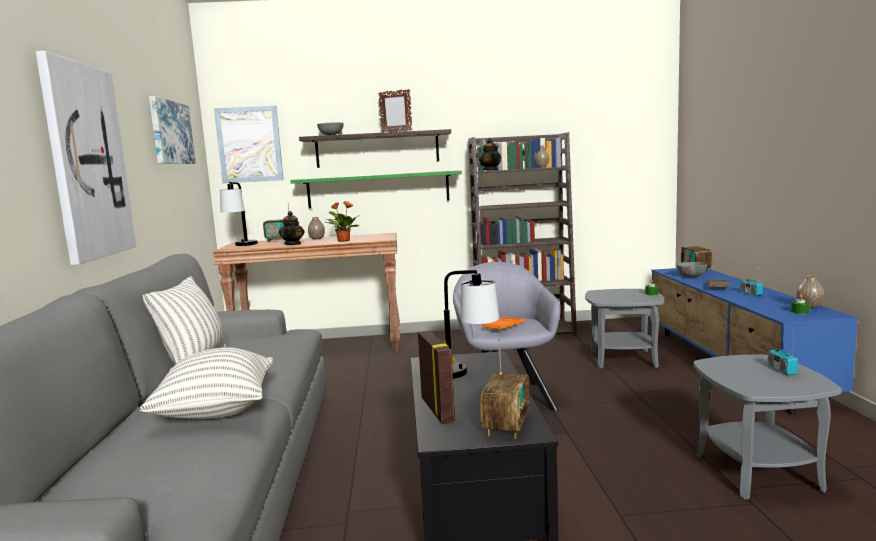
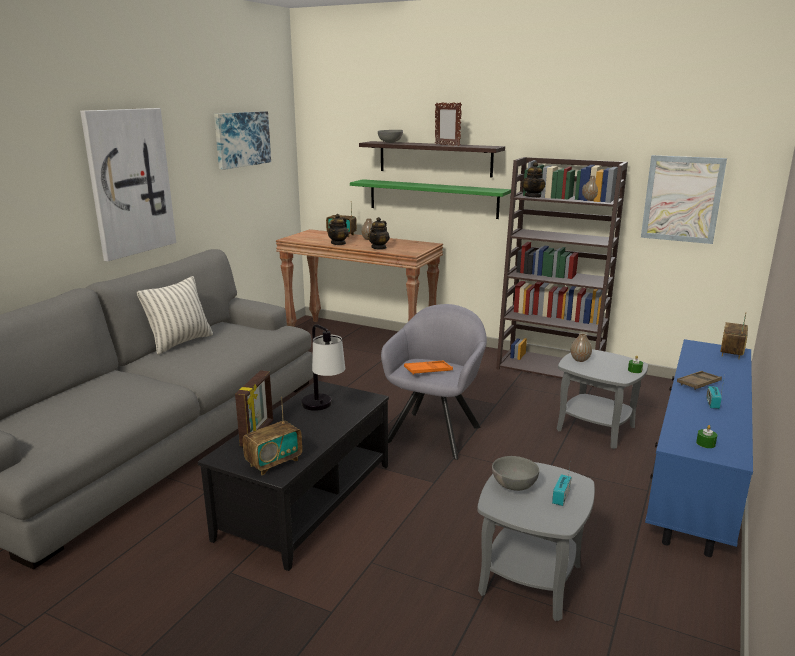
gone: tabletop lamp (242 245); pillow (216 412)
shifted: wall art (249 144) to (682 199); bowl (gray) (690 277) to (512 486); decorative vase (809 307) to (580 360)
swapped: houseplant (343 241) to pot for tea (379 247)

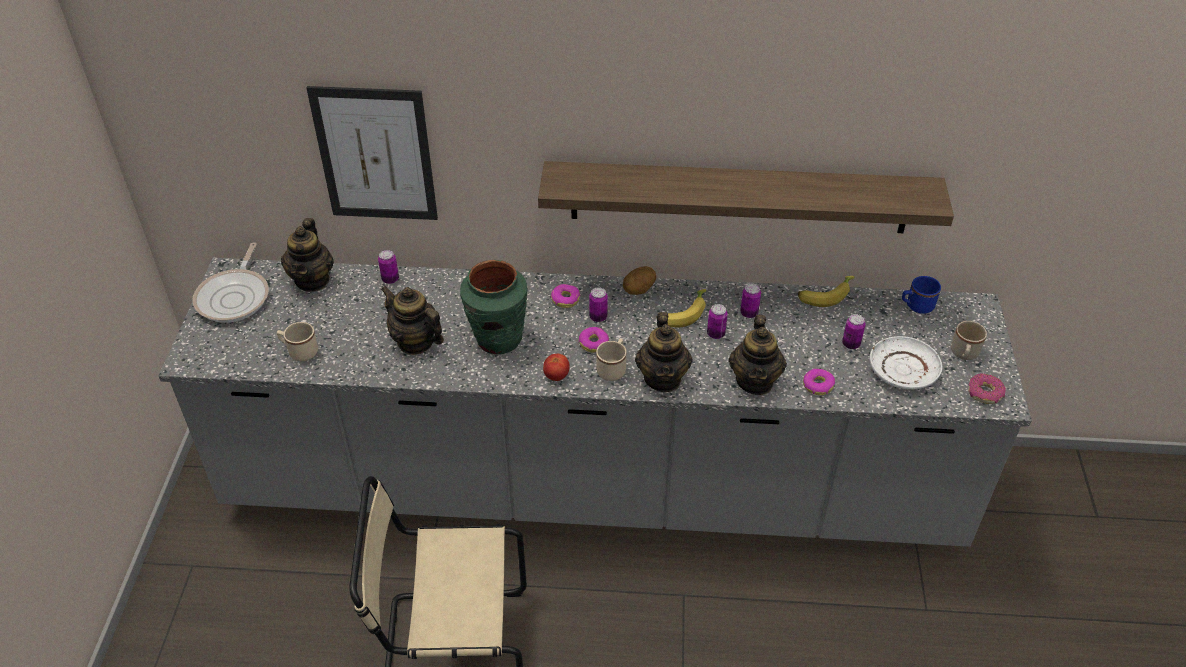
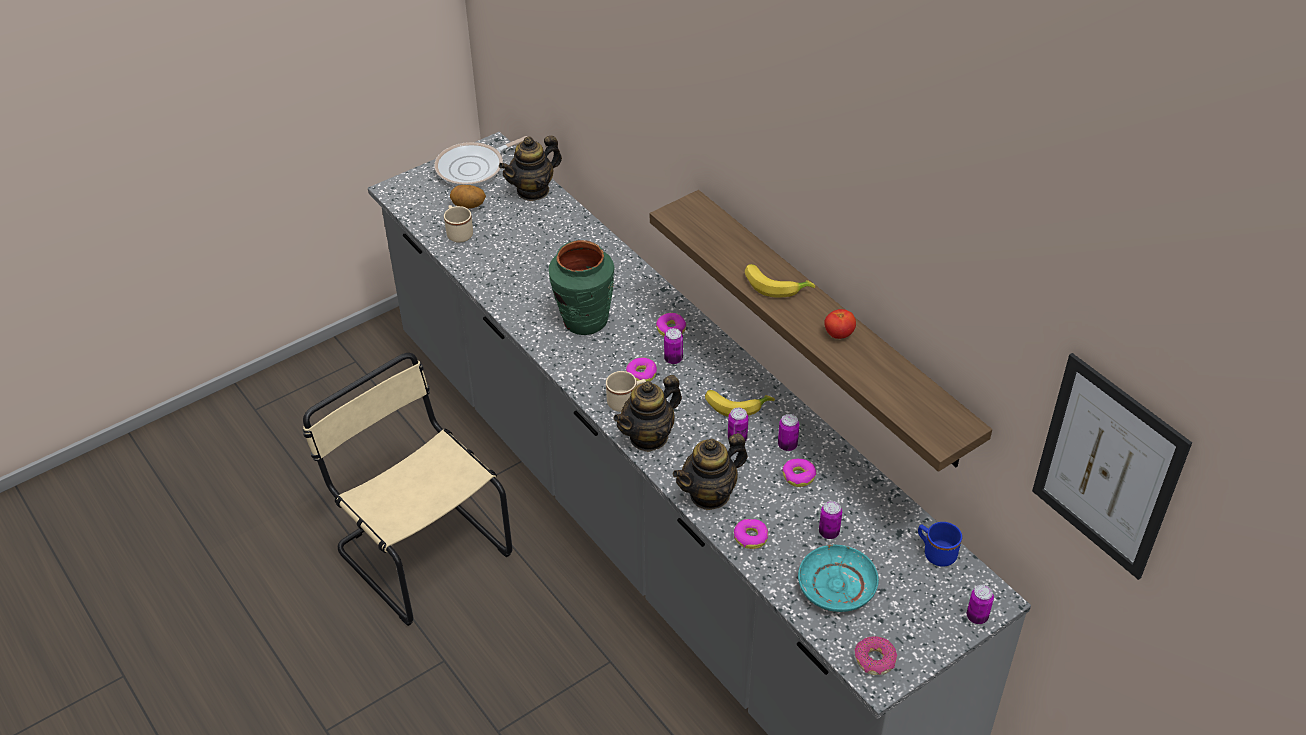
gone: pot for tea (415 342); coffee mug (sand-coloured) (964 354)
new: ring doughnut (799 476)
shifted: wall art (375 155) to (1107 467); metal can (390 279) to (977 617); potato (639 290) to (468 206); whole banana (825 295) to (776 285); fresh tomato (556 376) to (838 334)
repainted: plate (white-coloured) (903 371) to plate (blue-green) (836 586)

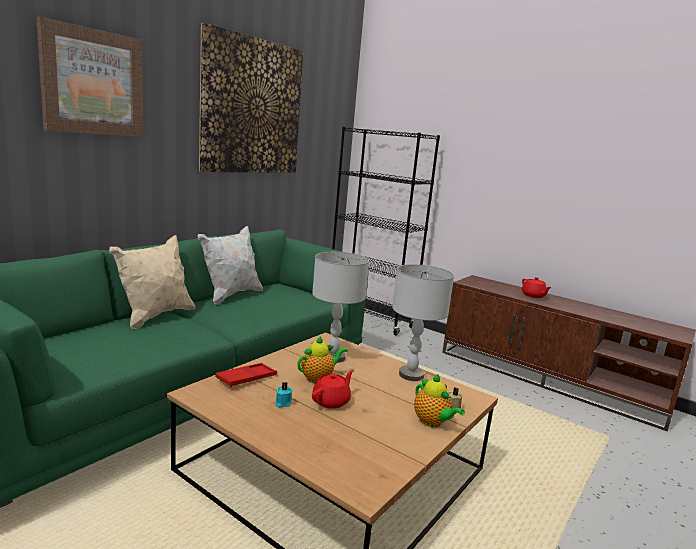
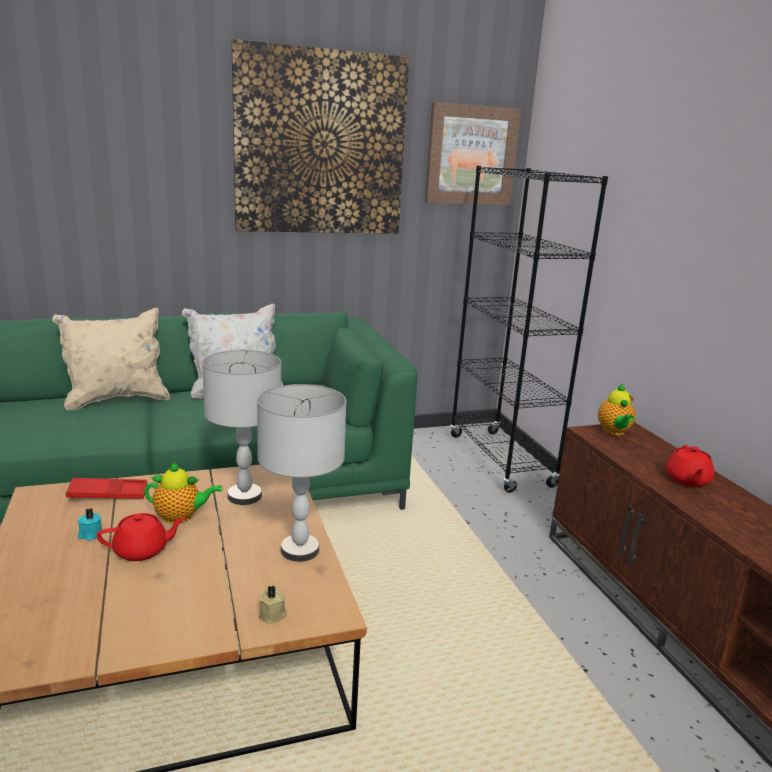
shifted: wall art (93 83) to (471 155); pot for tea (432 422) to (614 431)

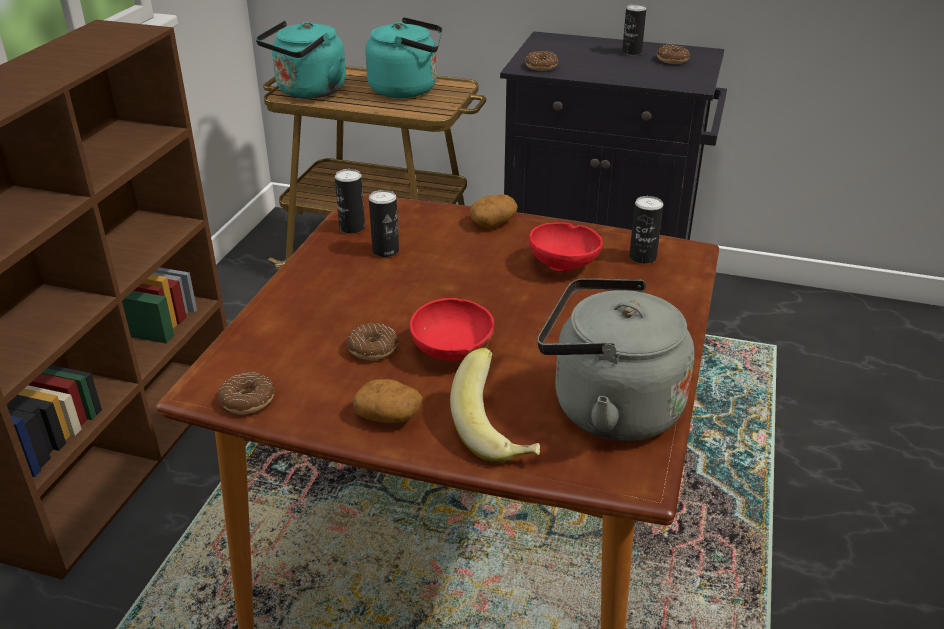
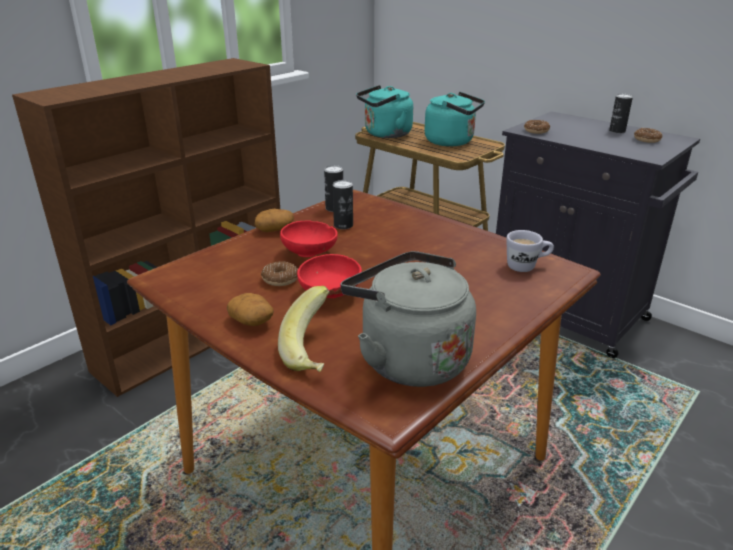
gone: ring doughnut (247 400)
shifted: potato (493 222) to (275 229); bowl (reddish) (565 265) to (311 254)
swapped: metal can (642 257) to coffee mug (white-coloured) (527 266)

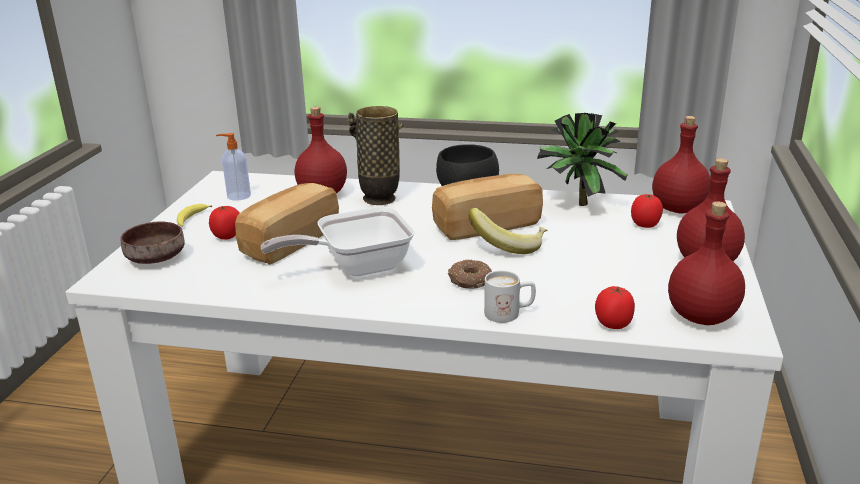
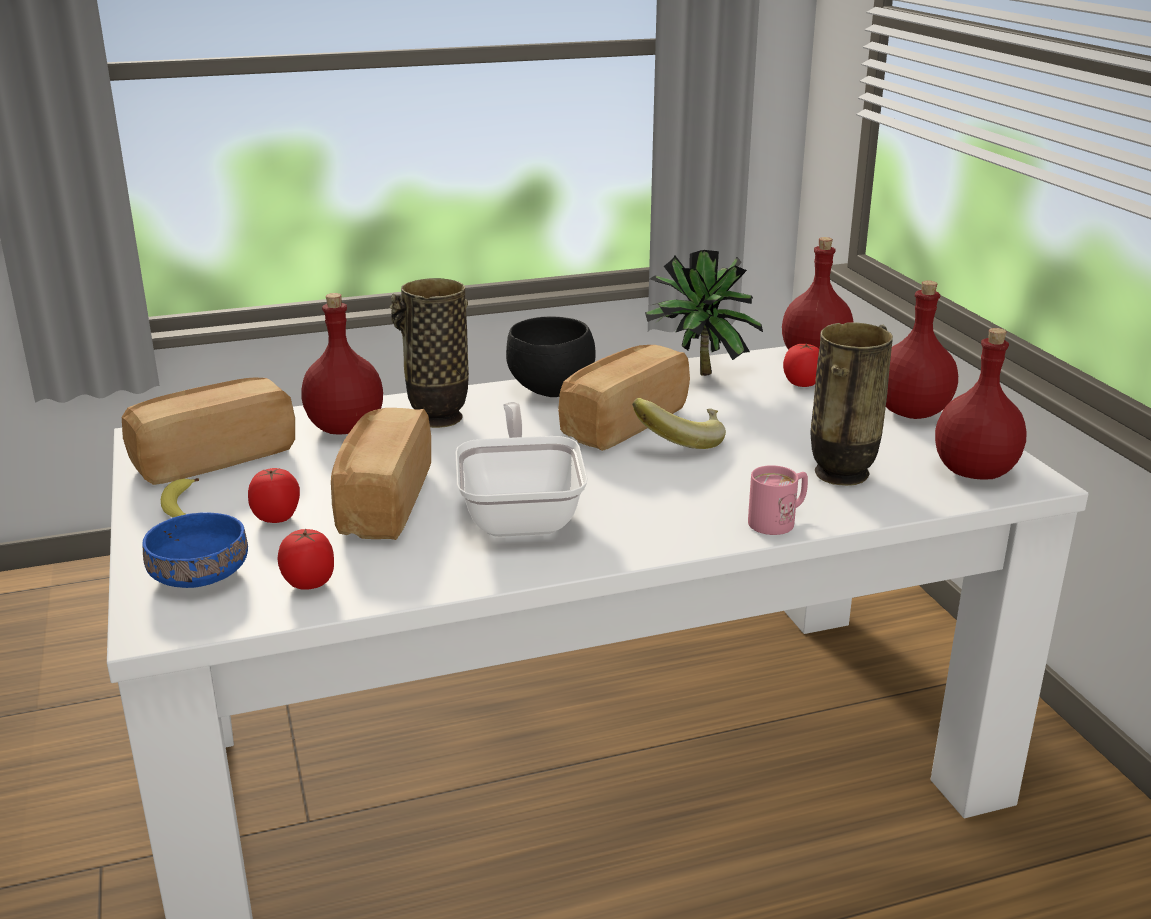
gone: ring doughnut (469 281)
new: decorative vase (842 474)
shifted: fresh tomato (613 324) to (309 583)
swapped: soap dispenser (238 196) to bread (213 457)
repainted: bowl (brown) (156 257) to bowl (blue) (199 573); coffee mug (white-coloured) (509 313) to coffee mug (pinkish) (779 521)
rotated: frying pan (356 267) = (521 513) 135 degrees clockwise

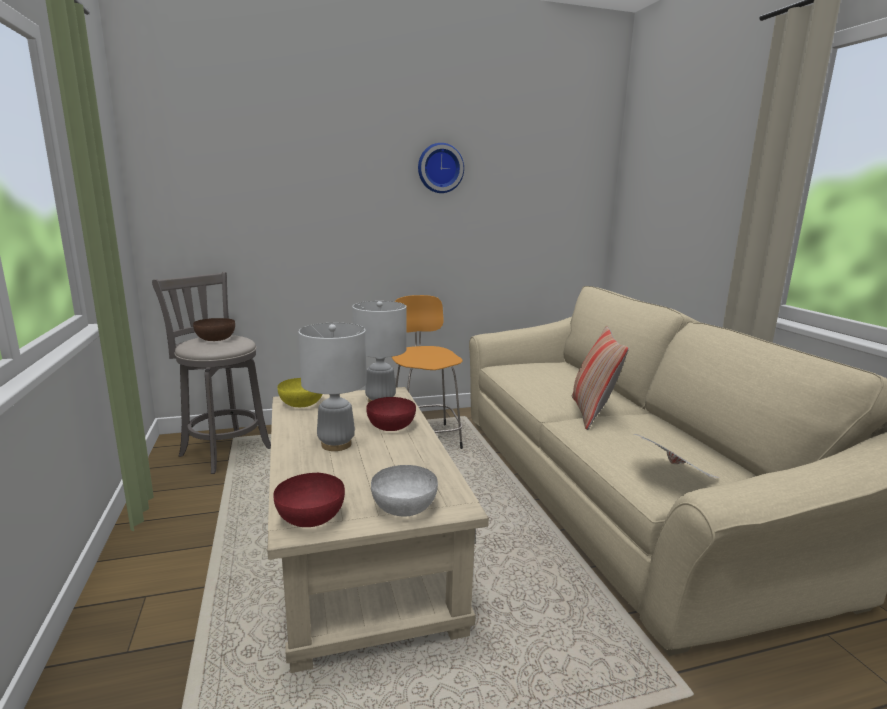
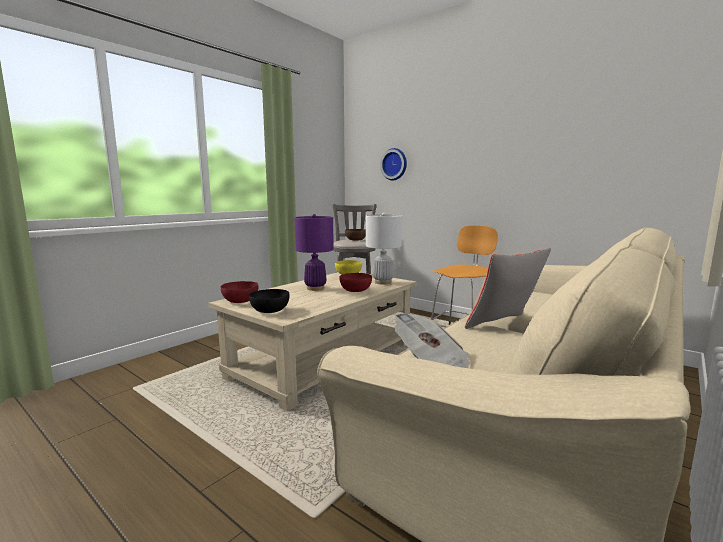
shifted: clock on the wall (440 168) to (395 164)
repainted: tabletop lamp (white-coloured) (336 444) to tabletop lamp (purplish) (315 288); bowl (white-coloured) (405 507) to bowl (blackish) (270 311)

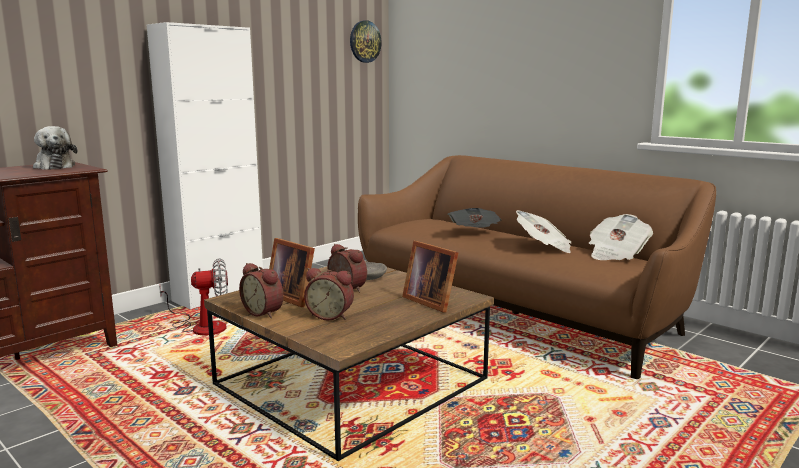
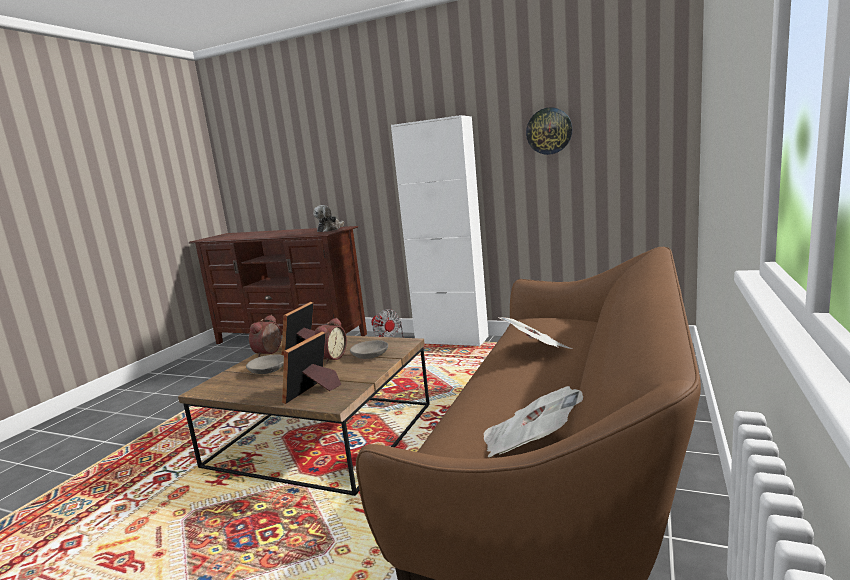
gone: printed paper (544 247)
shifted: clock on the wall (365 41) to (549 131)
swapped: bedside clock (330 315) to bowl (gray) (267 370)

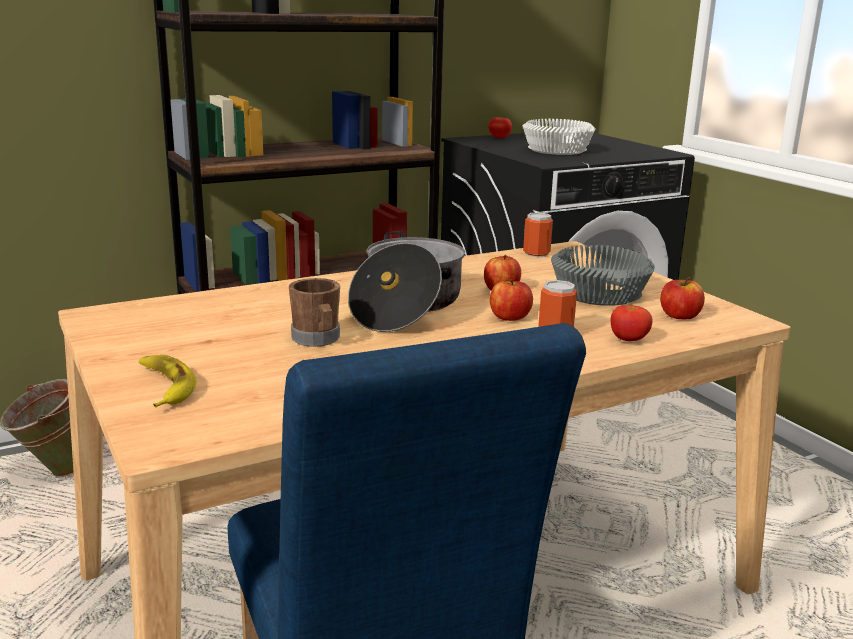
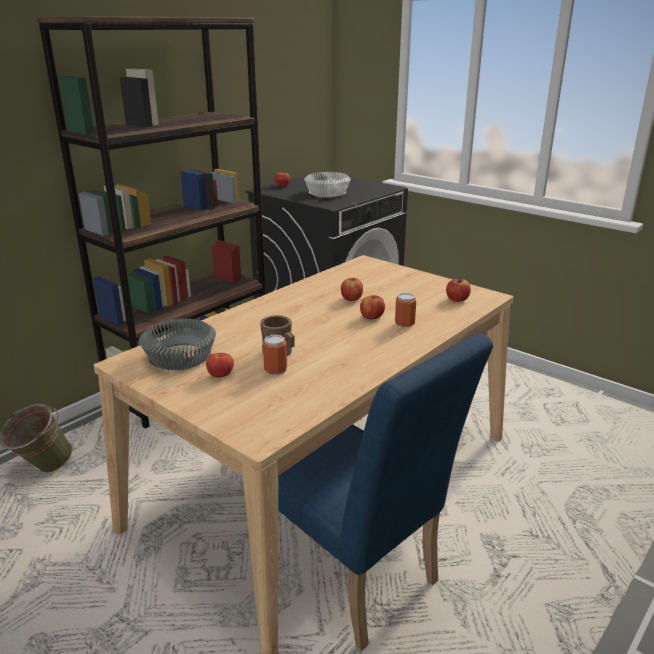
gone: saucepot (407 306); whole banana (164 386)
shifted: metal can (536 254) to (275 370); bowl (gray) (601 293) to (181 356); fresh tomato (629 340) to (220 376)

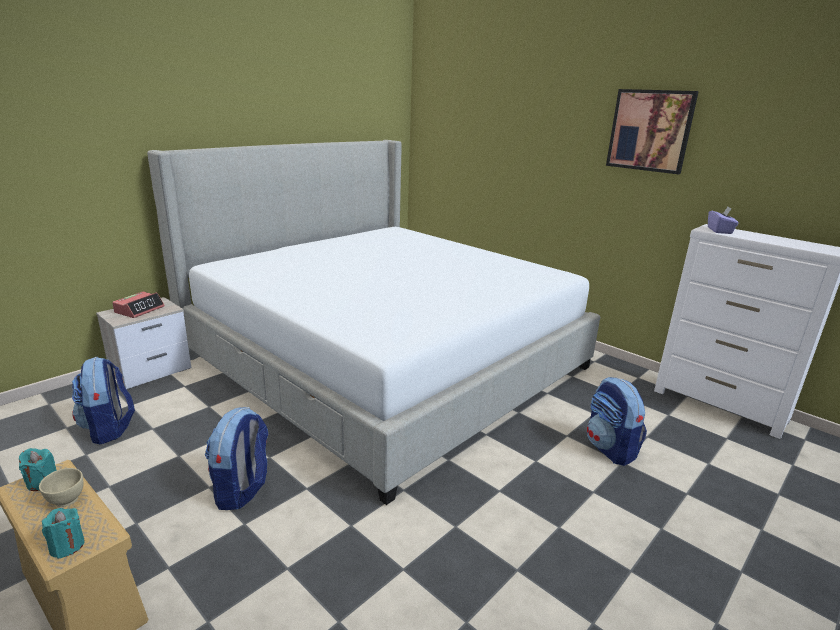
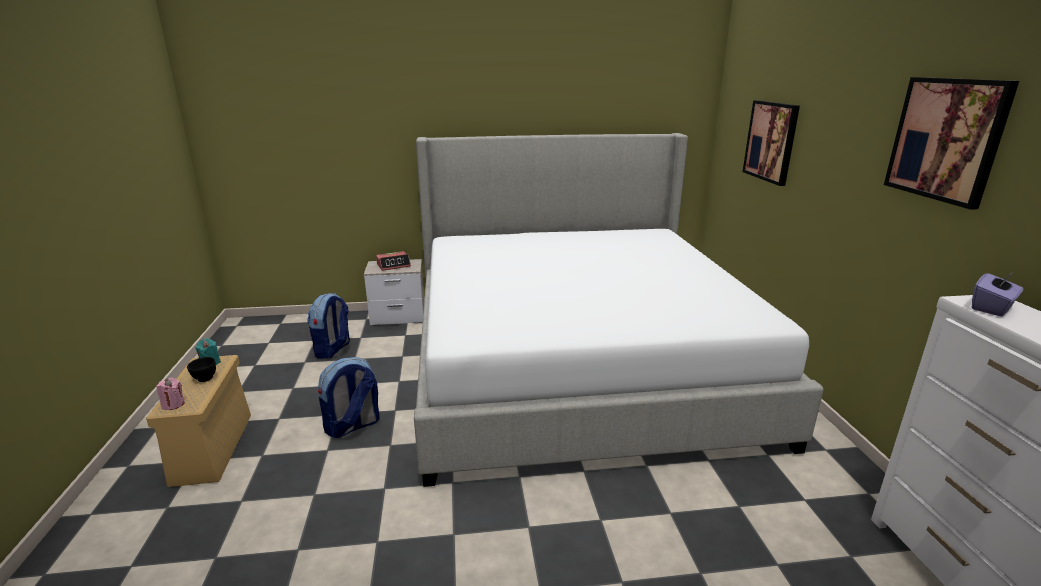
gone: rucksack (610 449)
new: wall art (771 141)
repainted: bowl (sand-coloured) (66 501) to bowl (blackish) (205 379); candle (blue-green) (67 546) to candle (pinkish) (173 404)

